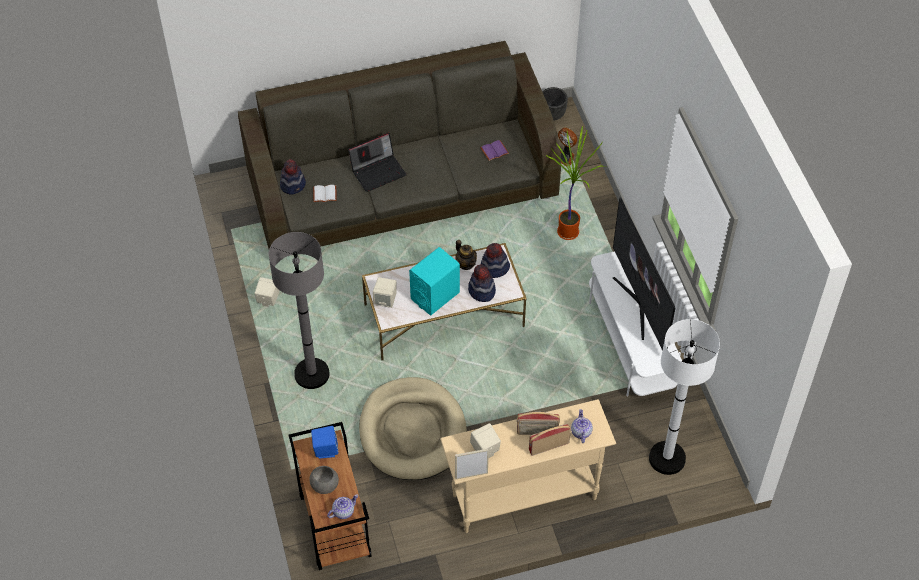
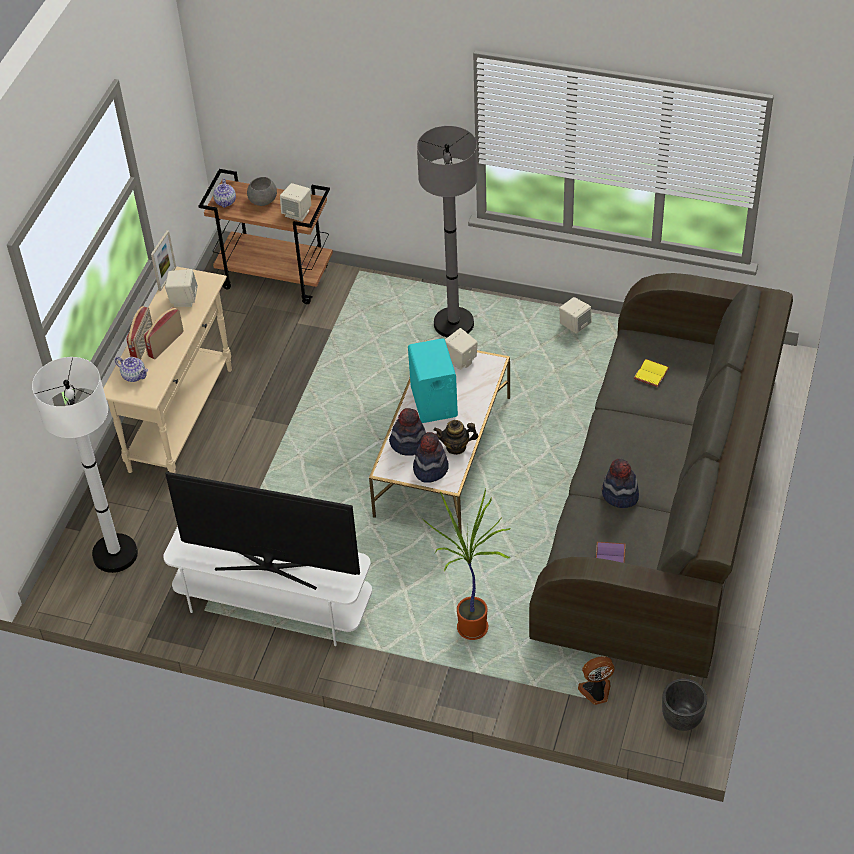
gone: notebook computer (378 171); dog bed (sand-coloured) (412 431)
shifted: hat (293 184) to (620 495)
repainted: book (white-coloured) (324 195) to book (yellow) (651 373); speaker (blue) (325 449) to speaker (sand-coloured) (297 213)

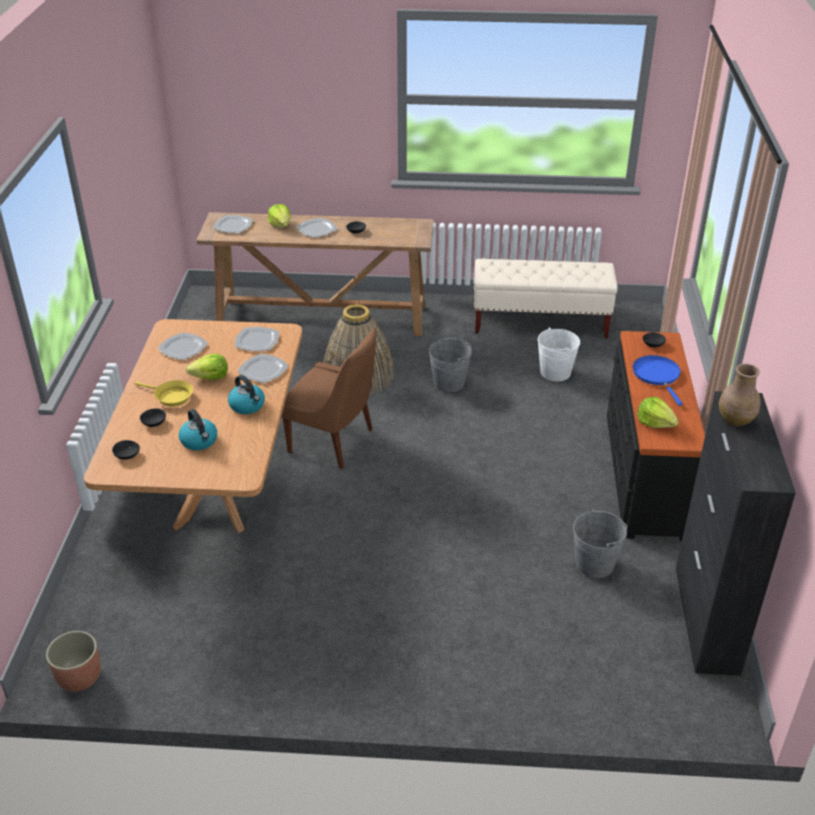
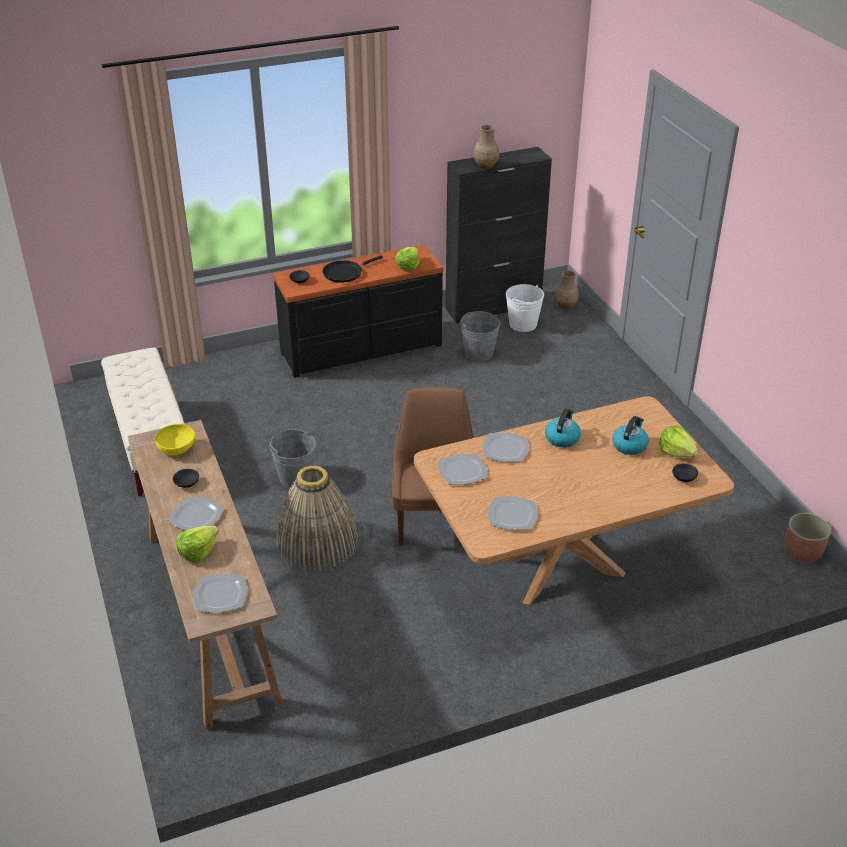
gone: frying pan (yellow) (171 397); bowl (blackish) (155 422)
new: decorative vase (brown) (566 306); bowl (yellow) (177 449)
shifted: bucket (white-coloured) (555 372) to (523 324); lettuce (210 377) to (676 451)
repainted: frying pan (blue) (657 375) to frying pan (blackish) (345 273)

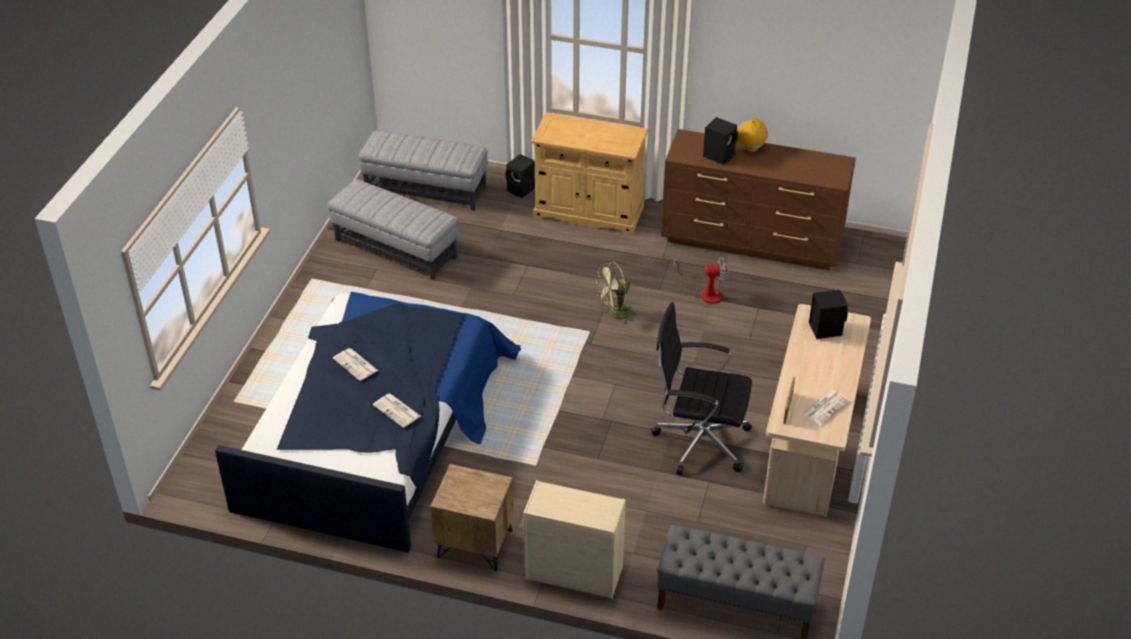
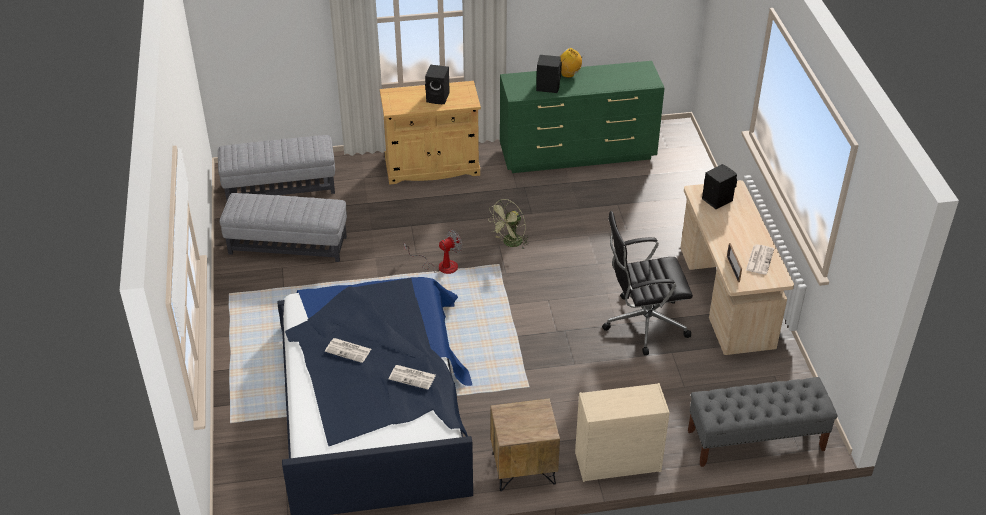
shifted: speaker (blackish) (522 189) to (438 97); fan (705 292) to (441 265)
repainted: dresser (brown) (752 242) to dresser (green) (578 154)

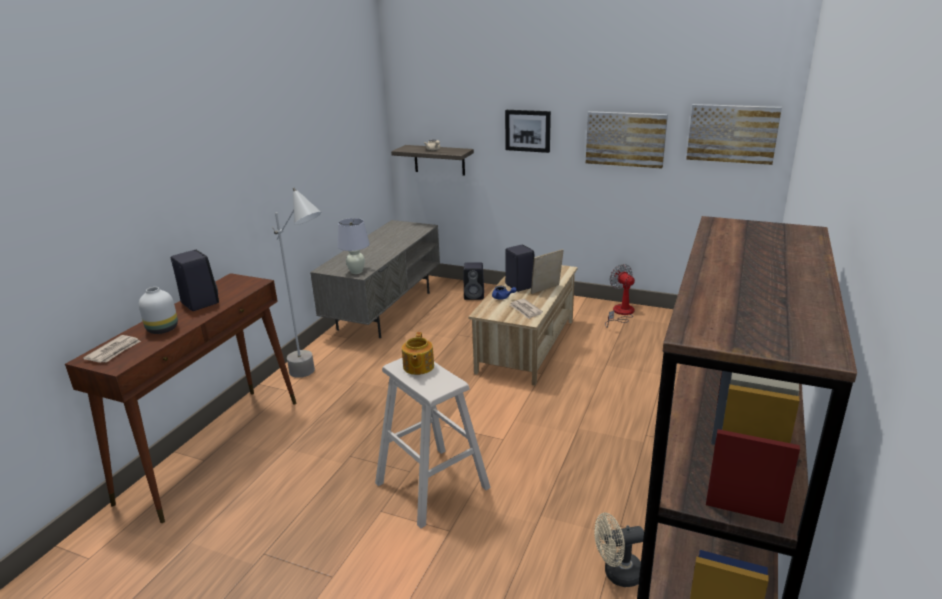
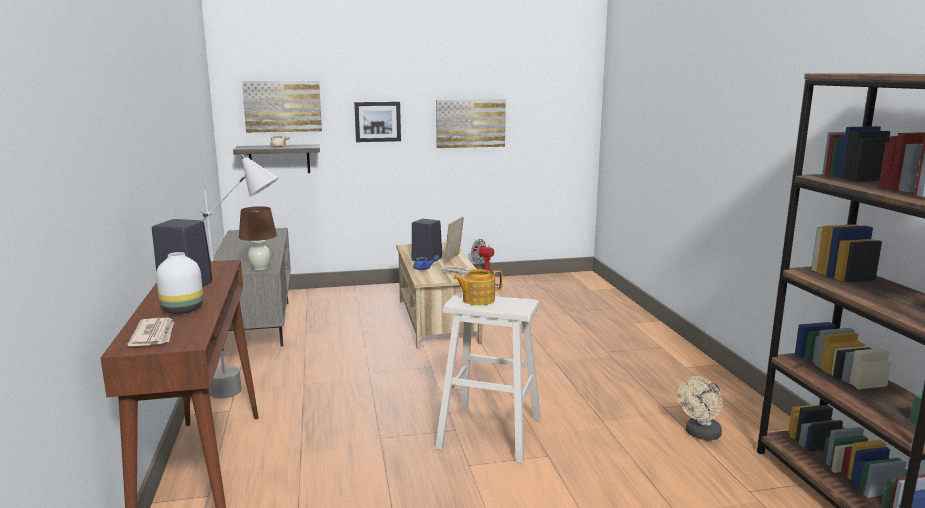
gone: speaker (blackish) (475 296)
shifted: wall art (732 133) to (282 106)
repainted: tabletop lamp (white-coloured) (356 272) to tabletop lamp (brown) (260 268)
rotated: pot for tea (418 367) = (477 300) 105 degrees clockwise

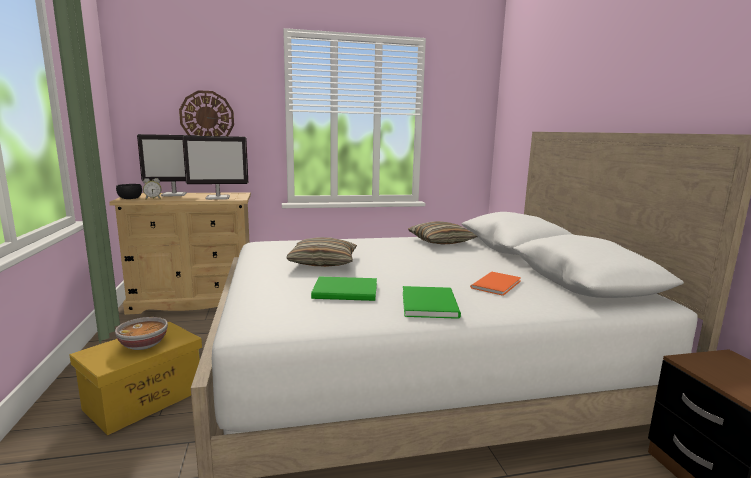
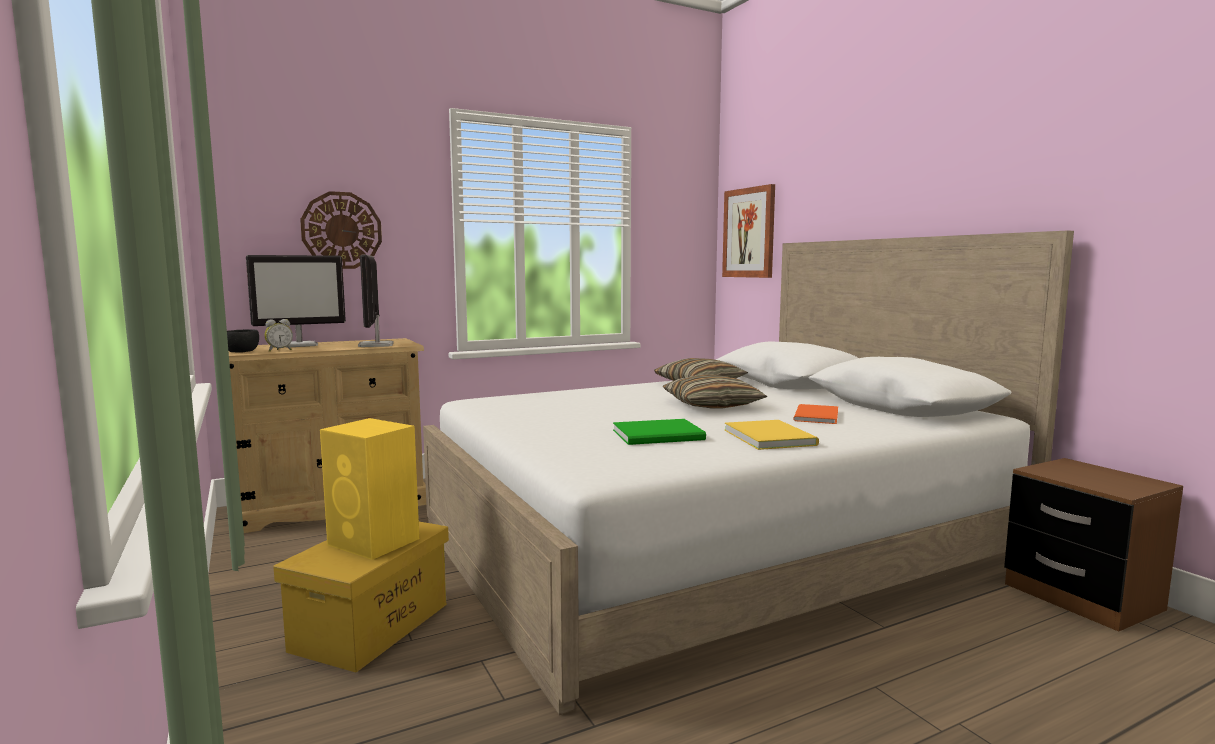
new: wall art (749 233)
shifted: pillow (323 262) to (712 405)
swapped: bowl (144 344) to speaker (yellow) (375 542)
repainted: book (green) (431 303) to book (yellow) (770 437)
rotated: computer display (218 198) = (376 345) 105 degrees clockwise

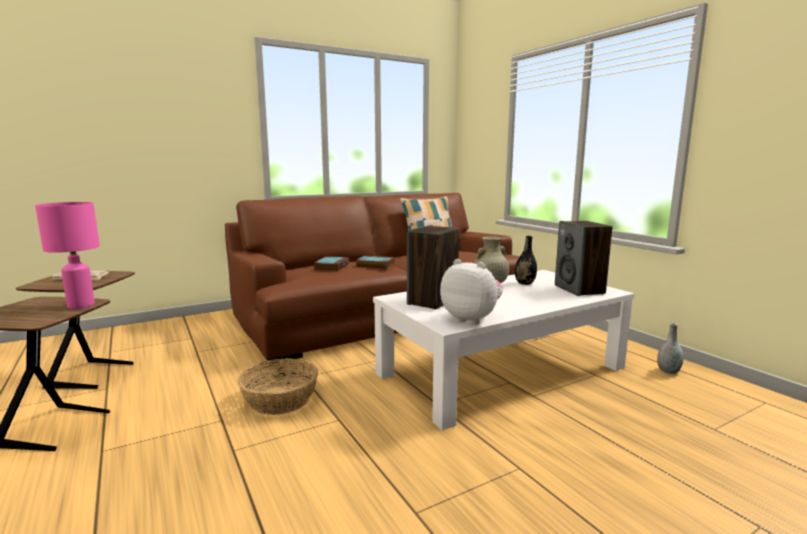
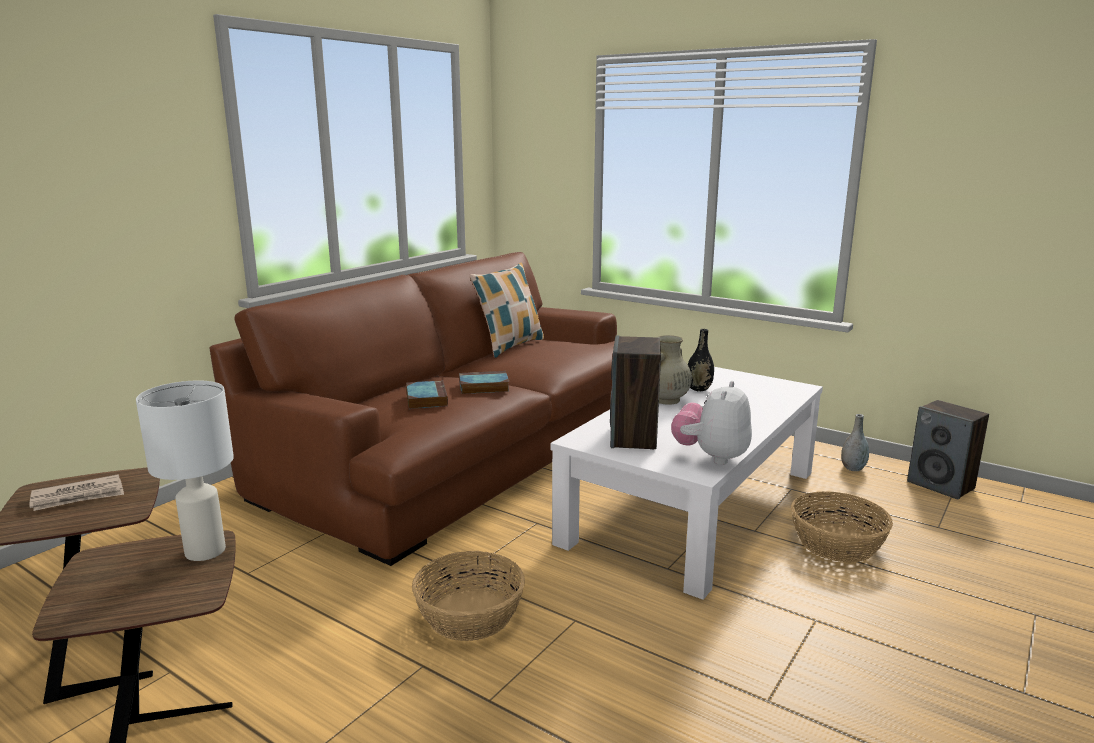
new: storage basket (837 544)
shifted: speaker (579 289) to (941 485)
repainted: tabletop lamp (pinkish) (81 305) to tabletop lamp (white-coloured) (206 551)
rotated: soft toy (471 319) = (711 457) 75 degrees counterclockwise

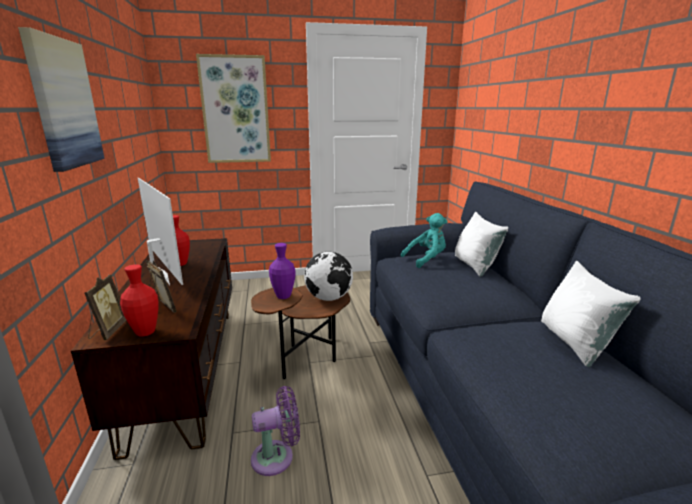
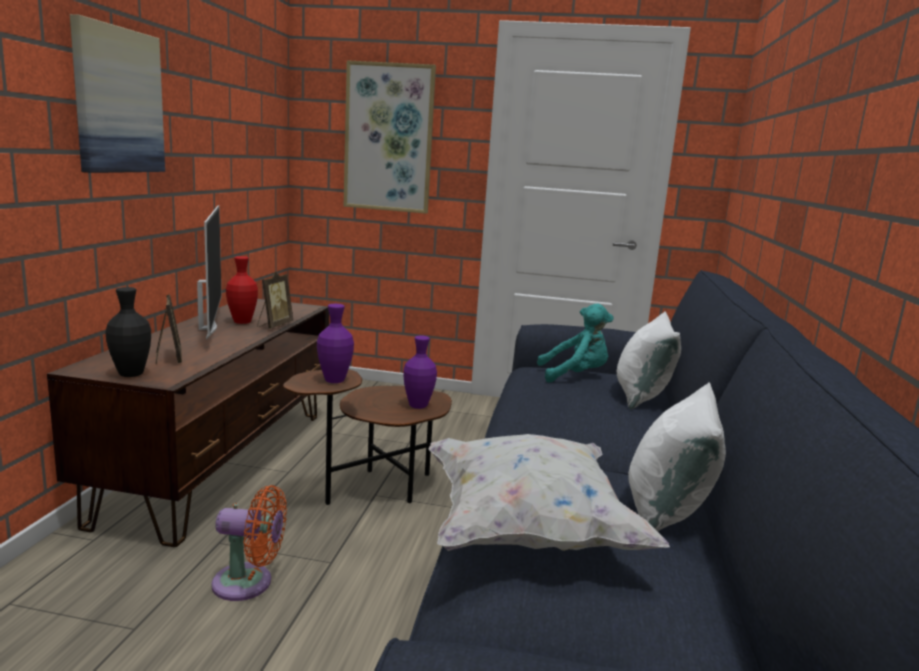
new: pillow (white-coloured) (527 530)
shifted: photo frame (108 331) to (274 325)
swapped: world globe (329 298) to decorative vase (purplish) (418 406)
repainted: decorative vase (reddish) (145 332) to decorative vase (blackish) (131 374); fan (purplish) (277 457) to fan (orange-coloured) (248 583)

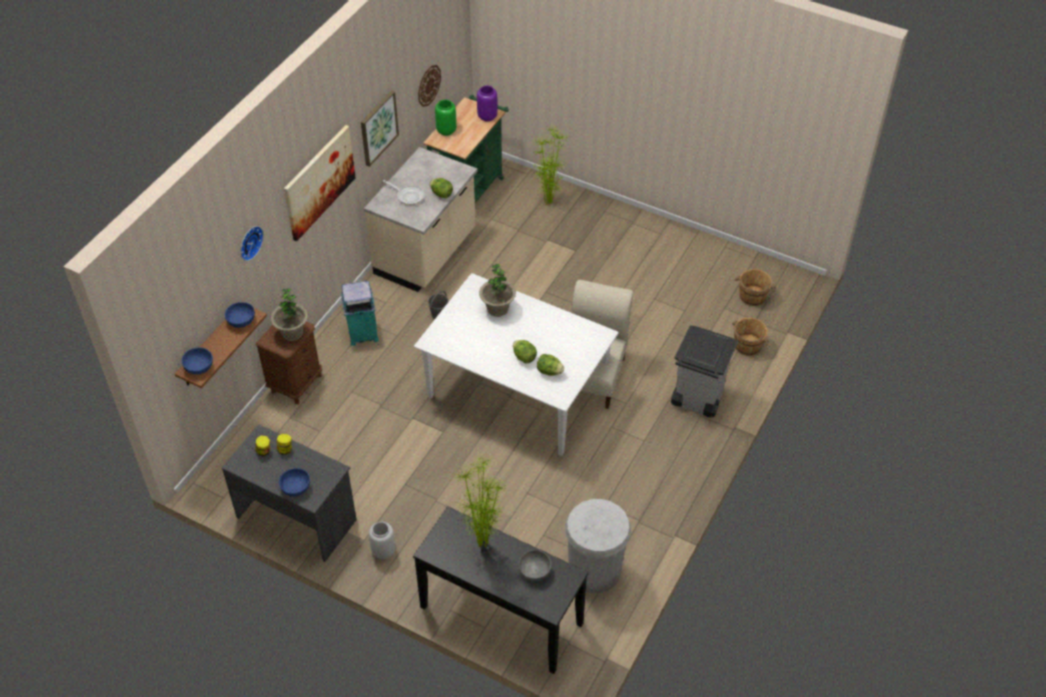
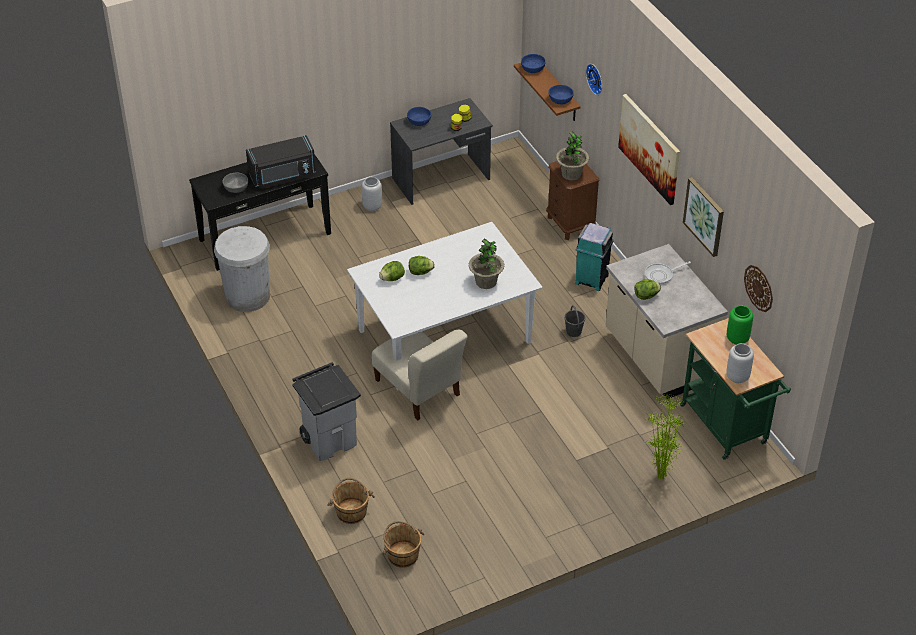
swapped: houseplant (482 542) to kitchen microwave (blackish) (283 176)
repainted: decorative vase (purplish) (487 117) to decorative vase (gray) (737 377)

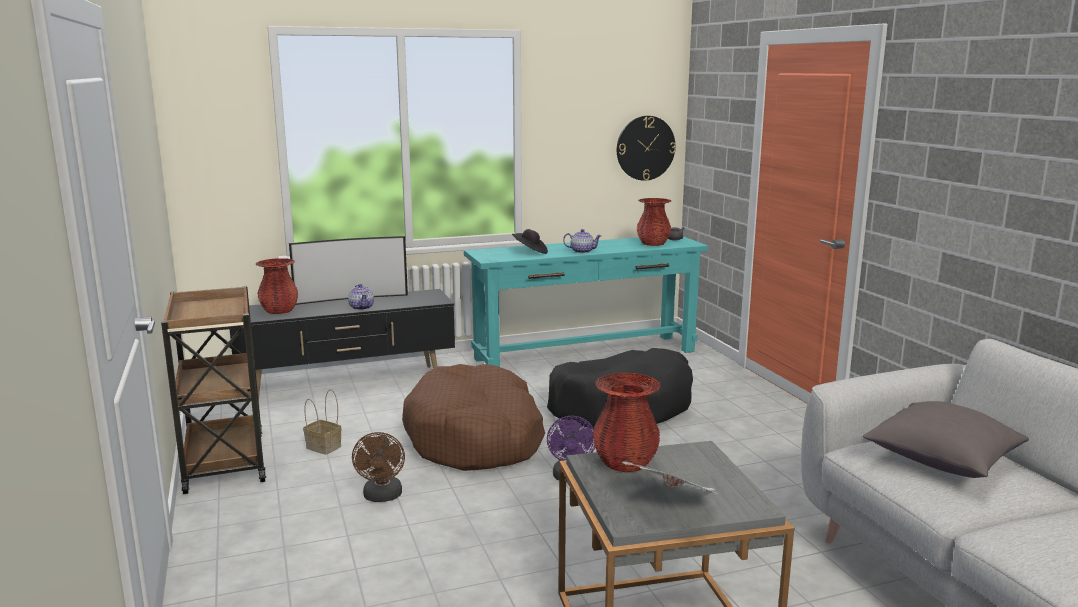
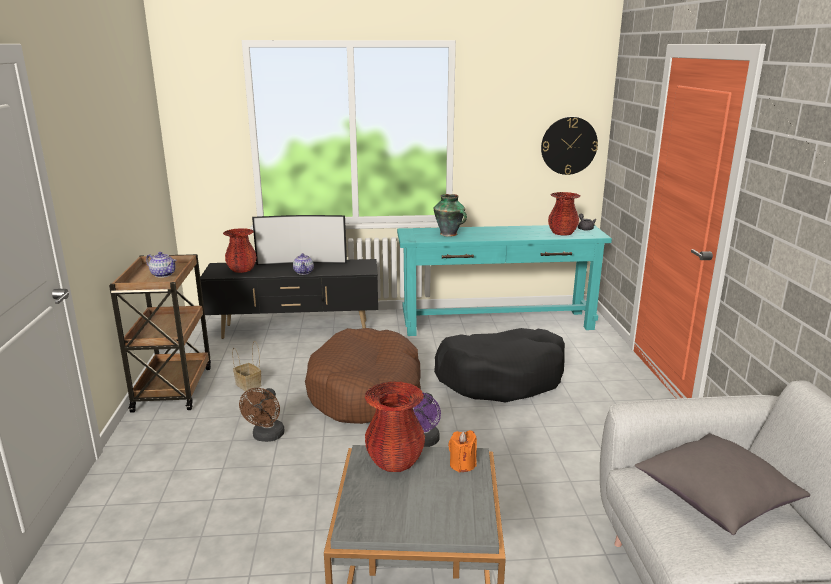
gone: printed paper (673 502)
new: candle (orange-coloured) (462 464)
shifted: pot for tea (582 251) to (163 274)
swapped: hat (blackish) (530 252) to decorative vase (449 234)

